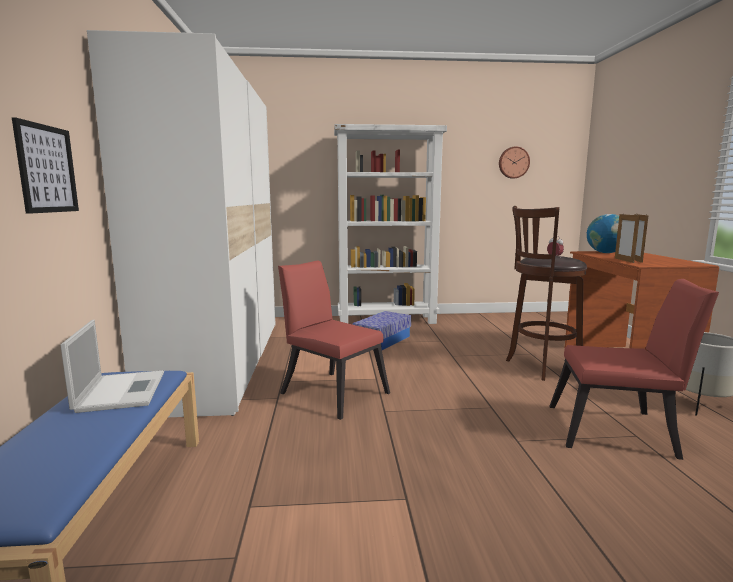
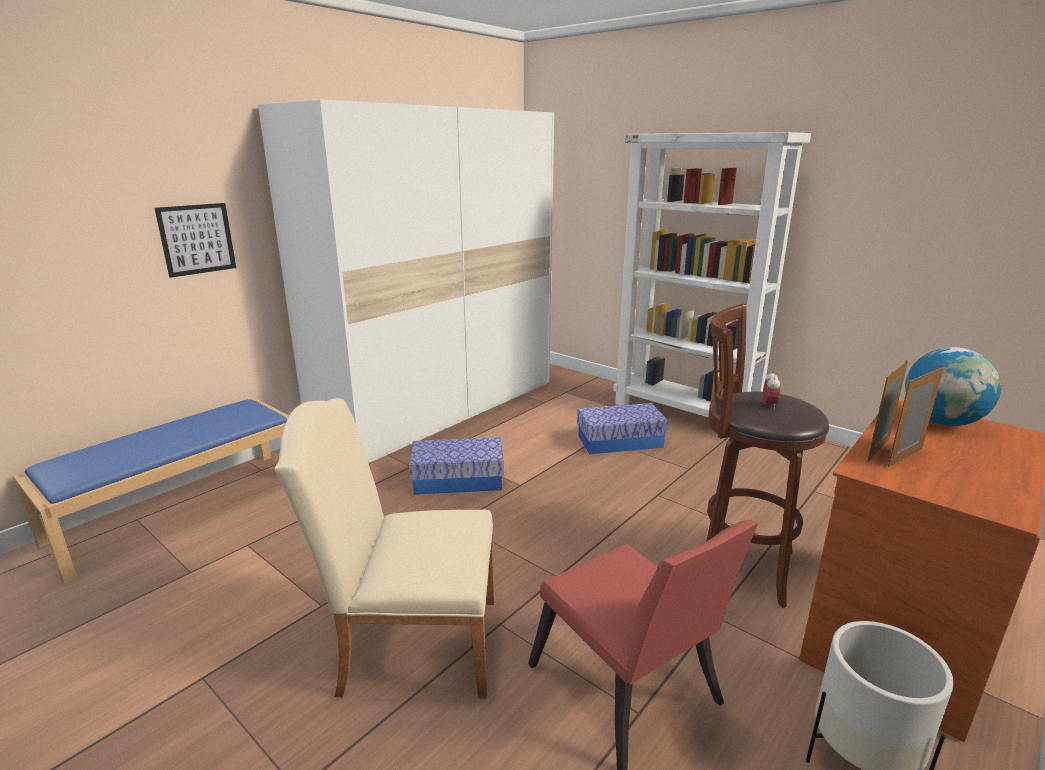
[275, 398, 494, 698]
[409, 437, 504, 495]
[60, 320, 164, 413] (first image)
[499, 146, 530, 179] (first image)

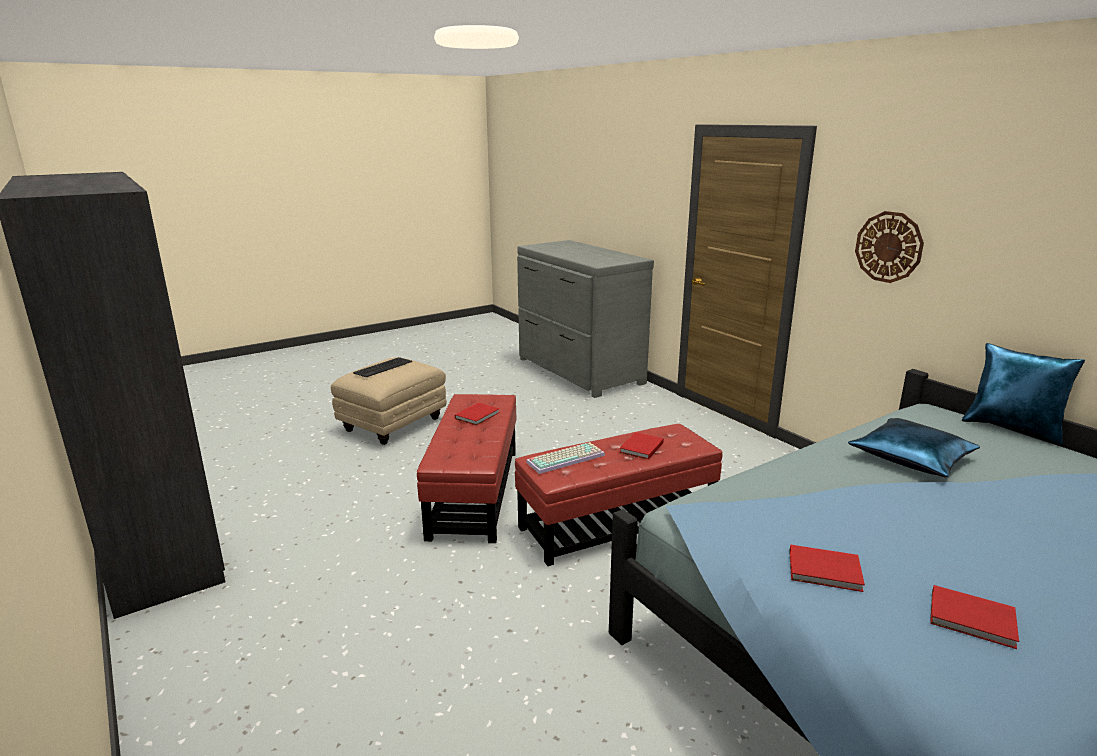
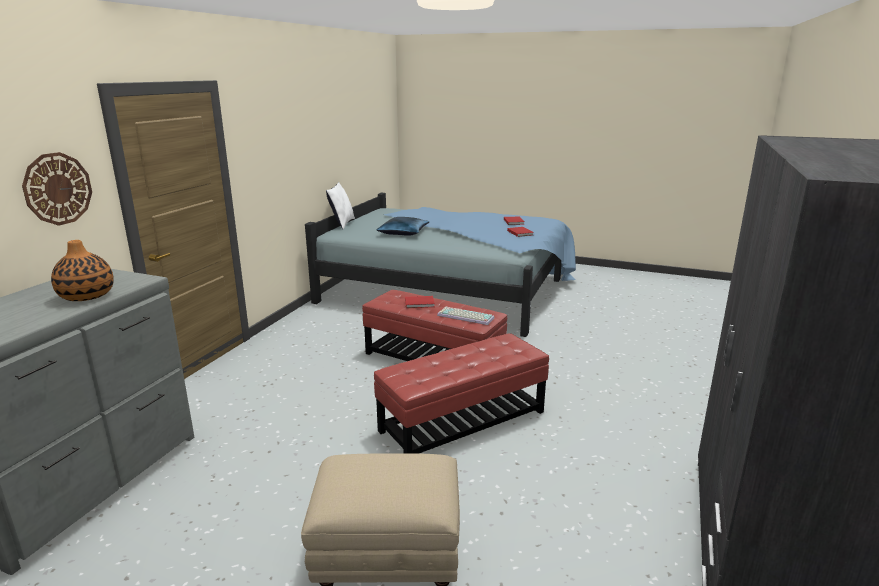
[22, 152, 92, 226]
[51, 240, 114, 301]
[326, 182, 355, 229]
[353, 357, 412, 377] (first image)
[455, 403, 500, 425] (first image)

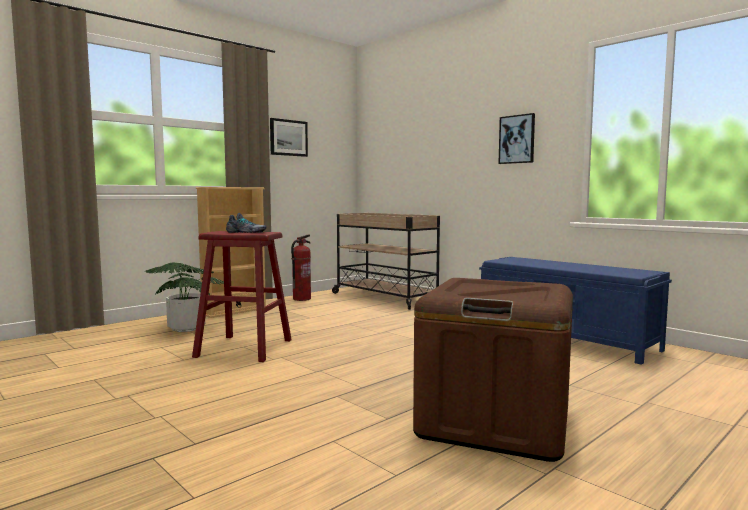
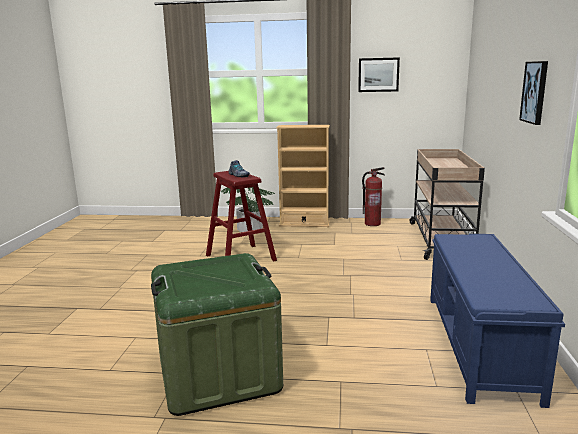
[151, 253, 283, 416]

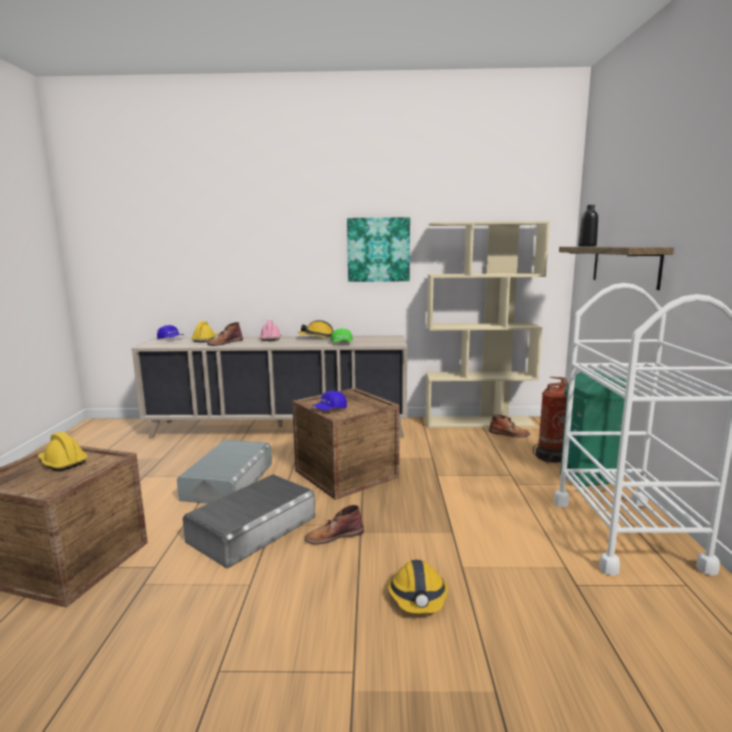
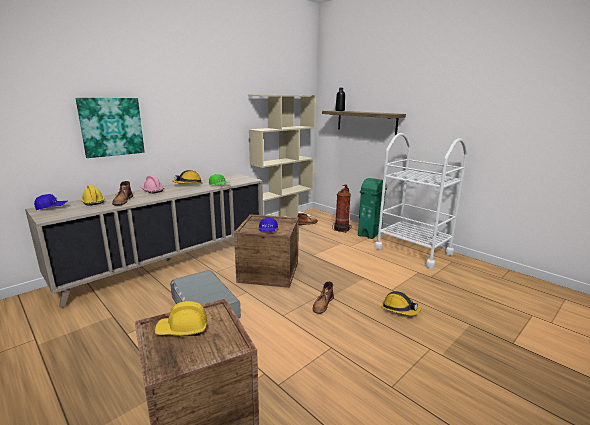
[76, 98, 145, 158]
[183, 474, 315, 569] (first image)

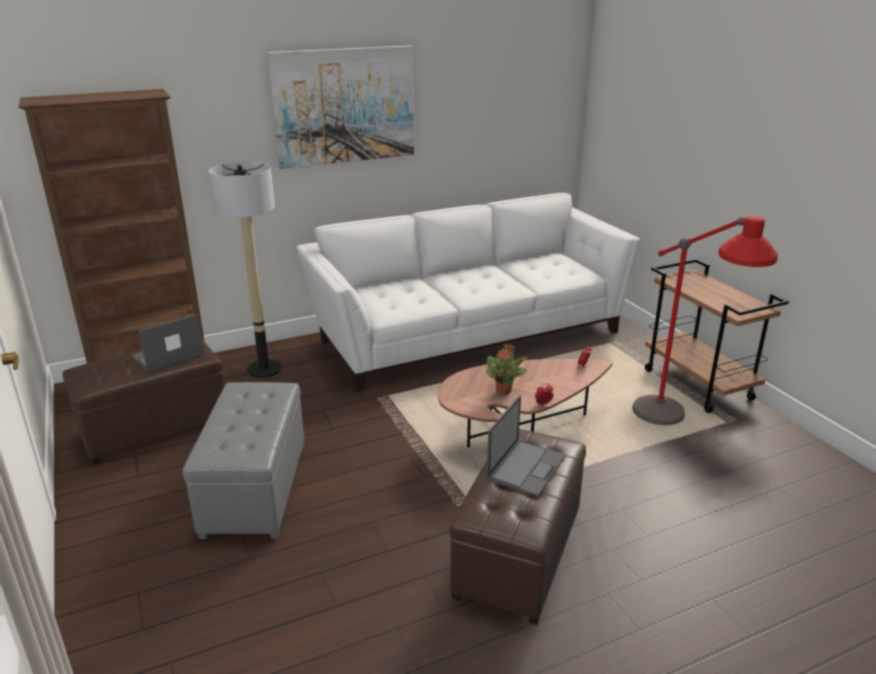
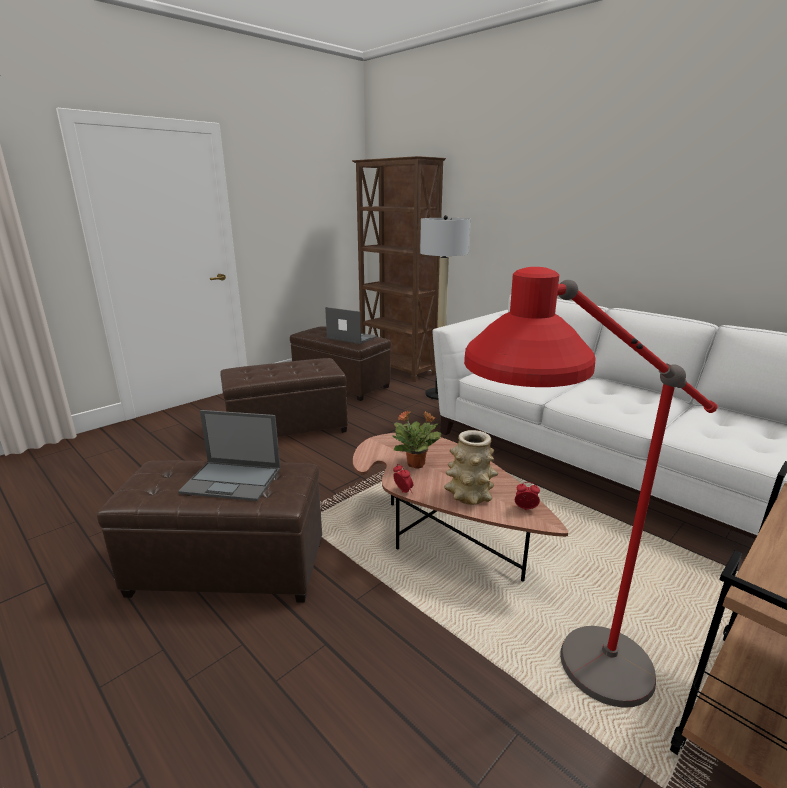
[220, 358, 348, 437]
[444, 430, 498, 505]
[268, 46, 414, 169] (first image)

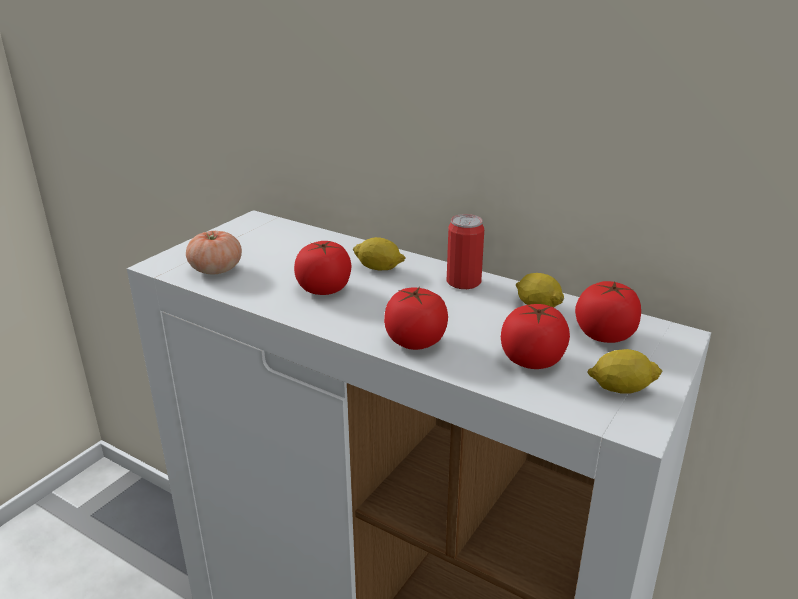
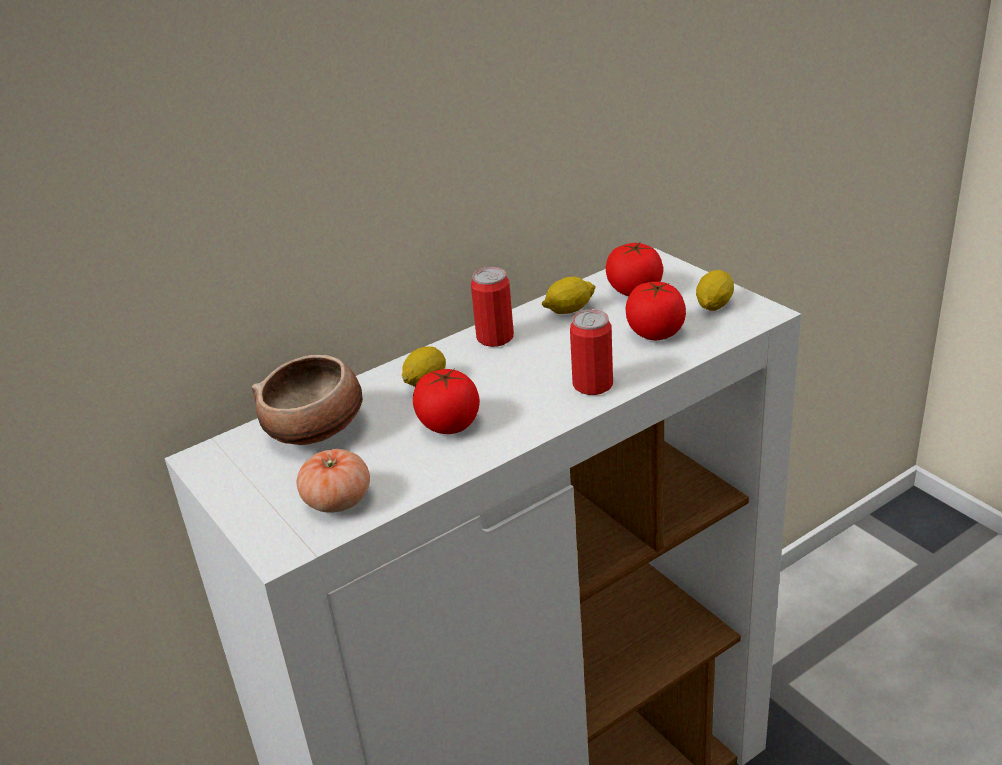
[251, 355, 363, 445]
[570, 309, 613, 395]

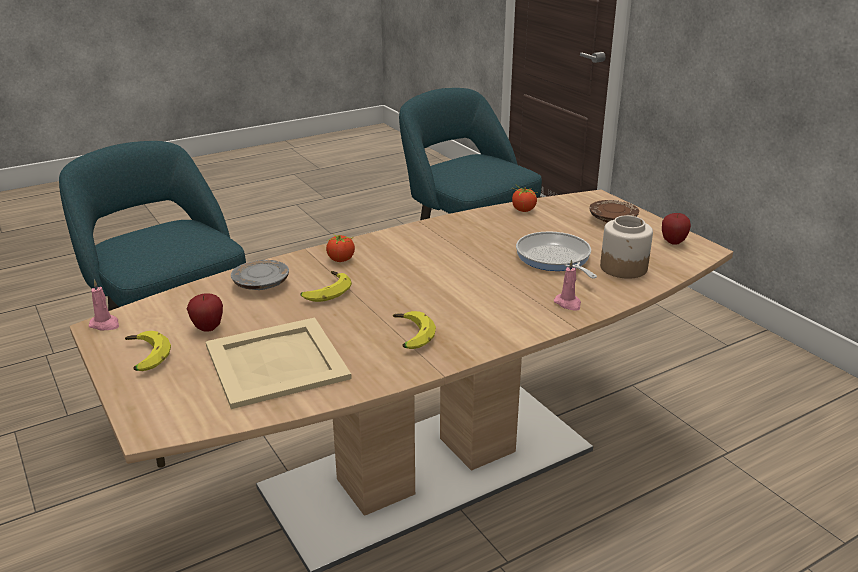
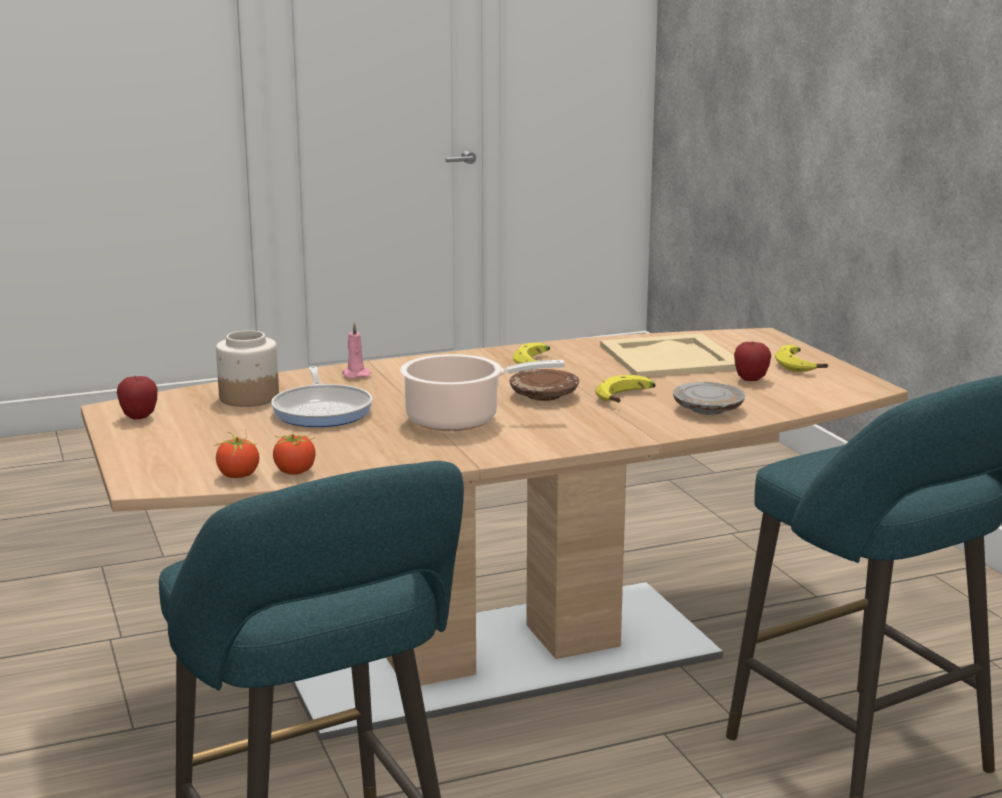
[214, 432, 259, 478]
[400, 354, 565, 431]
[509, 369, 579, 401]
[88, 279, 119, 331] (first image)

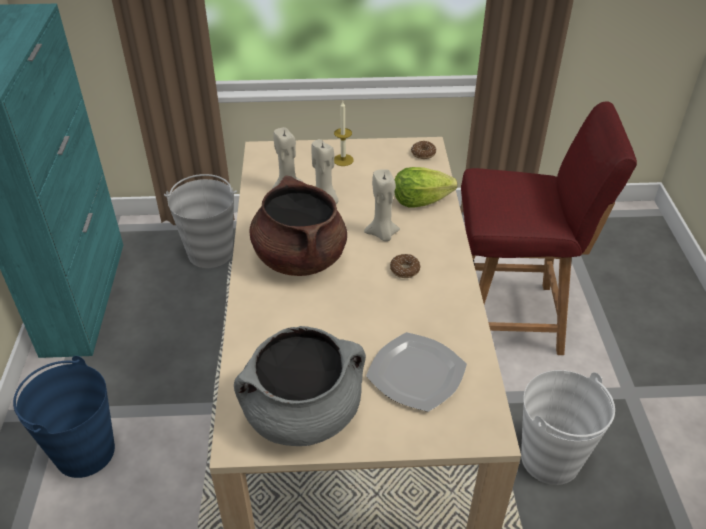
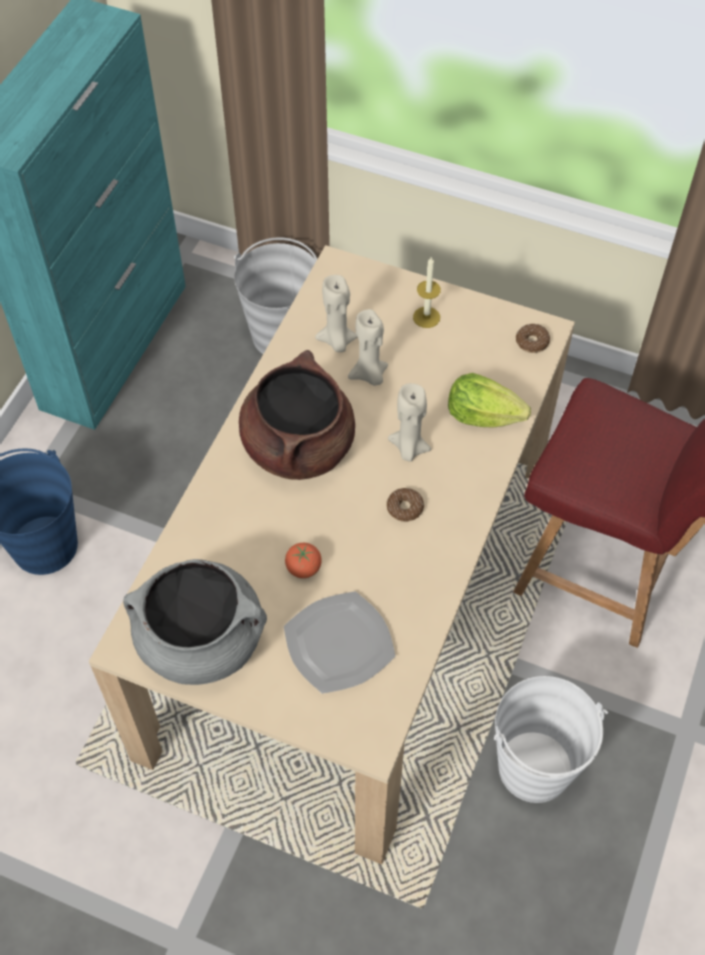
[285, 543, 322, 578]

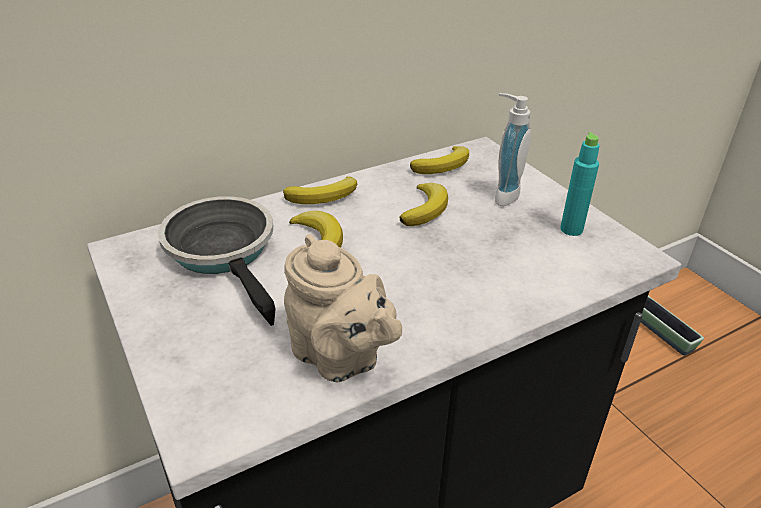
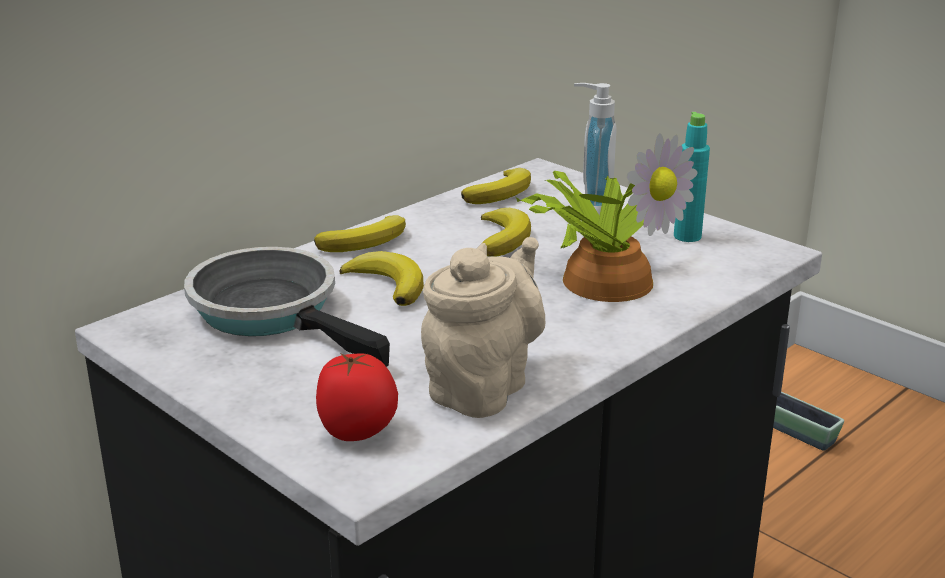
[316, 353, 398, 441]
[421, 237, 545, 418]
[516, 133, 697, 302]

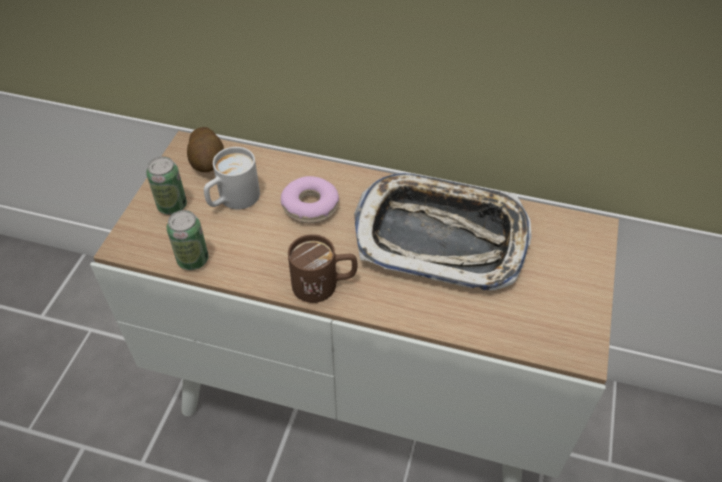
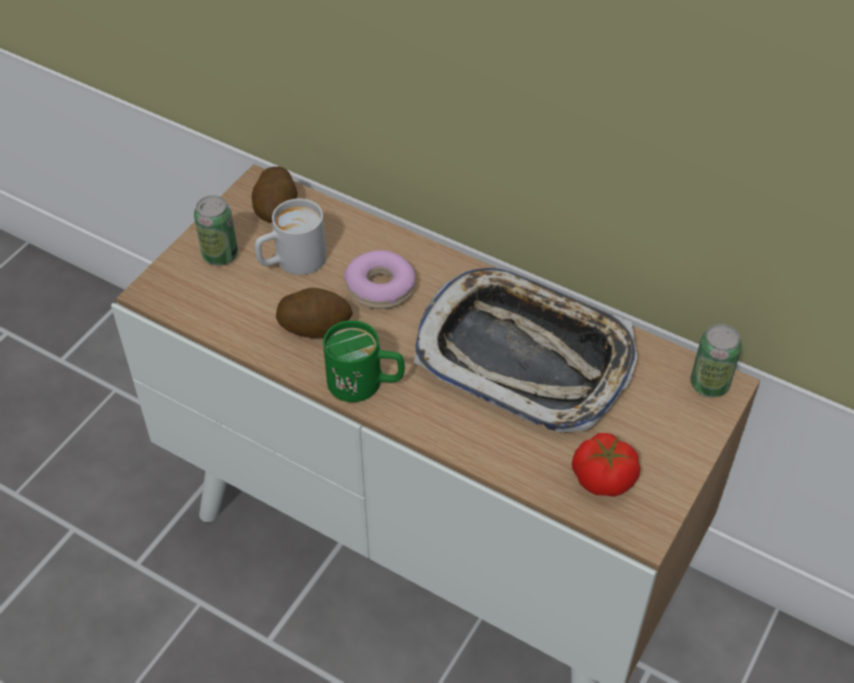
[276, 288, 353, 338]
[323, 320, 405, 402]
[572, 433, 641, 497]
[690, 324, 742, 397]

